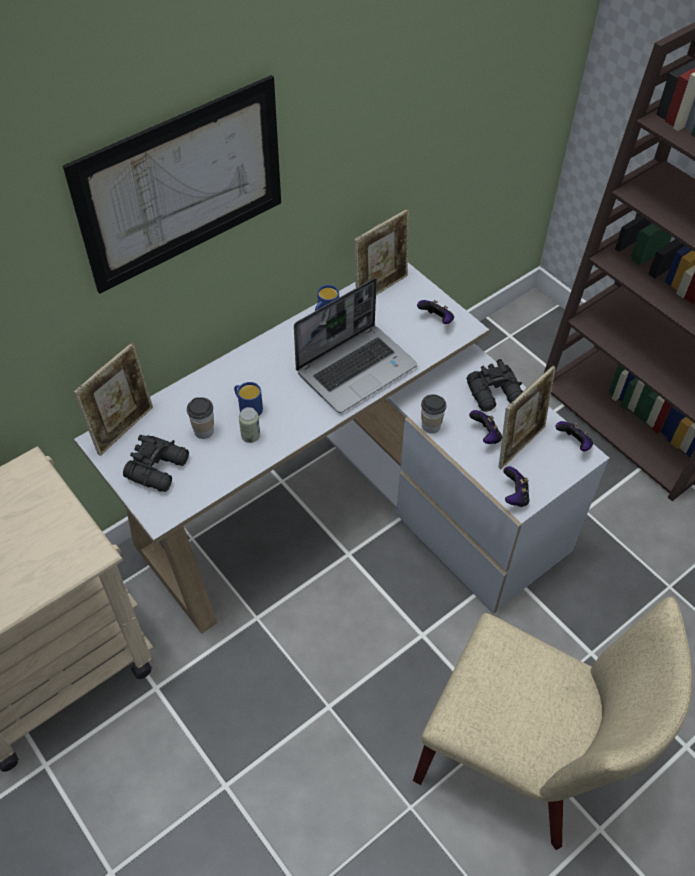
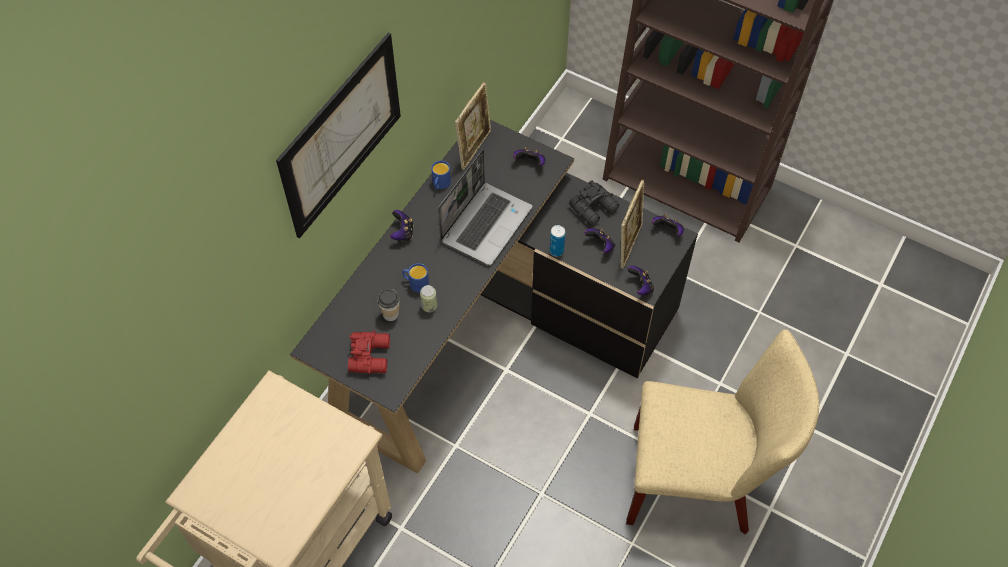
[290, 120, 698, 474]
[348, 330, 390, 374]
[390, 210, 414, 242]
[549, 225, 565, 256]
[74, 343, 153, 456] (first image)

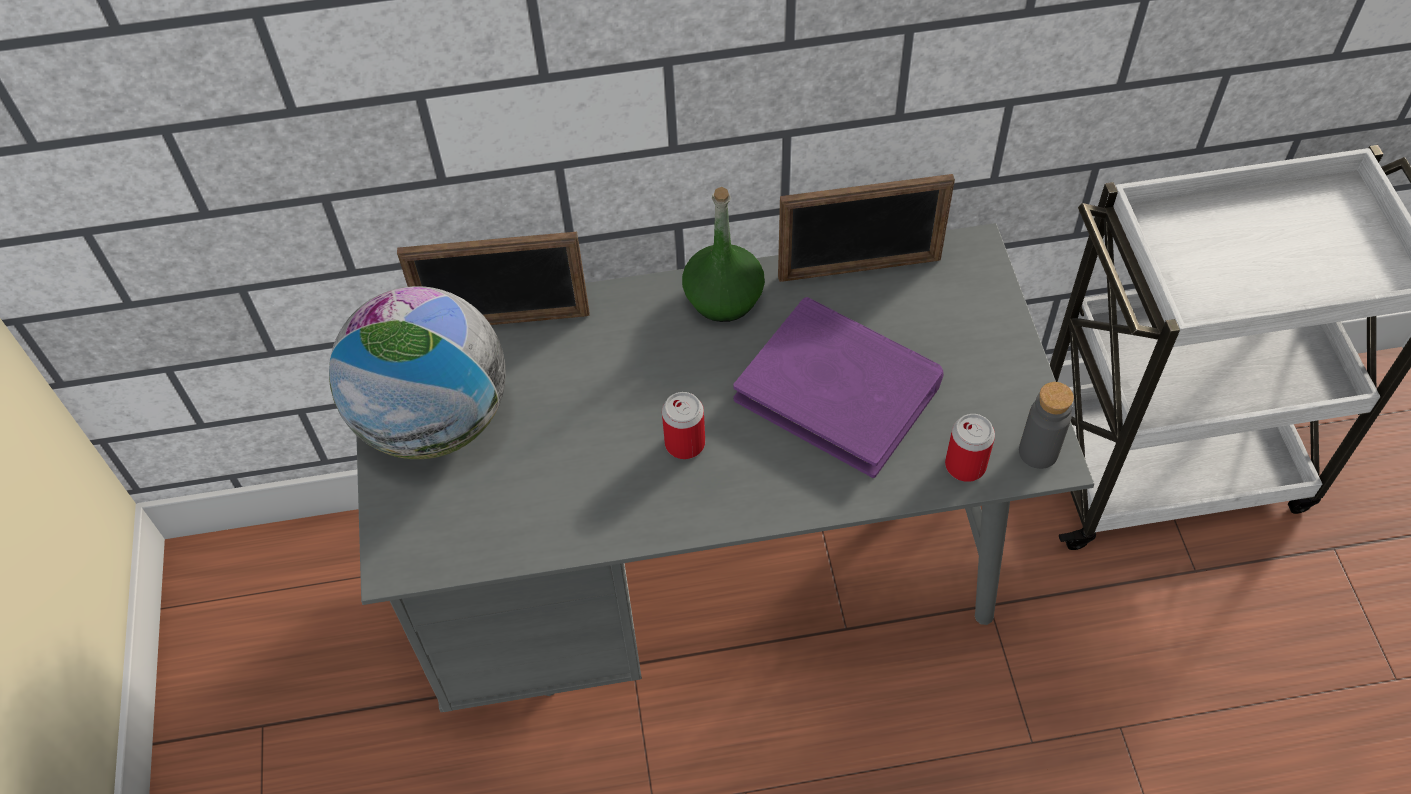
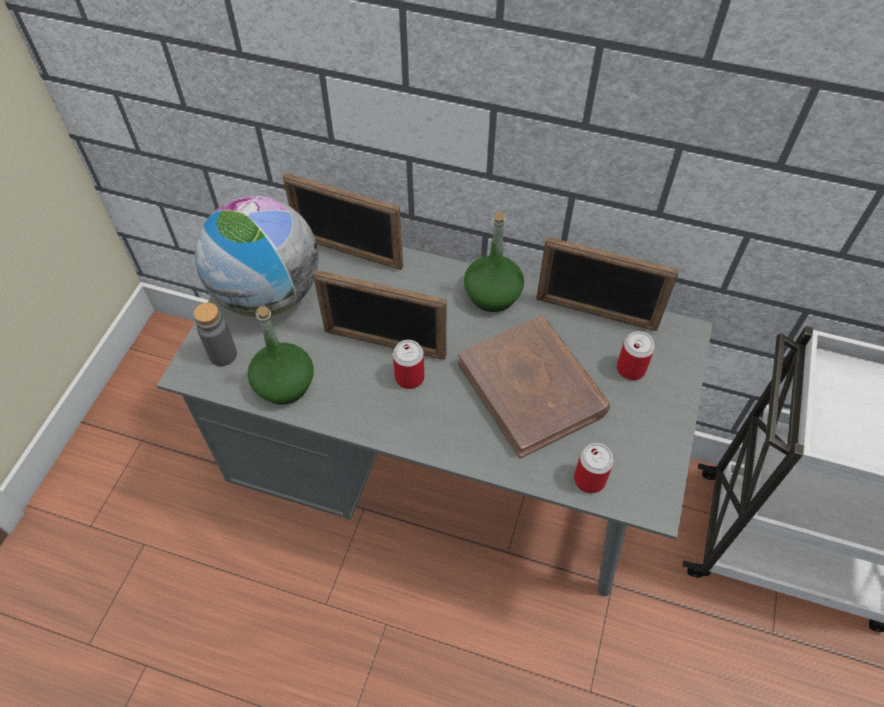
[194, 302, 237, 366]
[248, 306, 314, 405]
[313, 270, 447, 360]
[458, 316, 610, 458]
[616, 331, 655, 380]

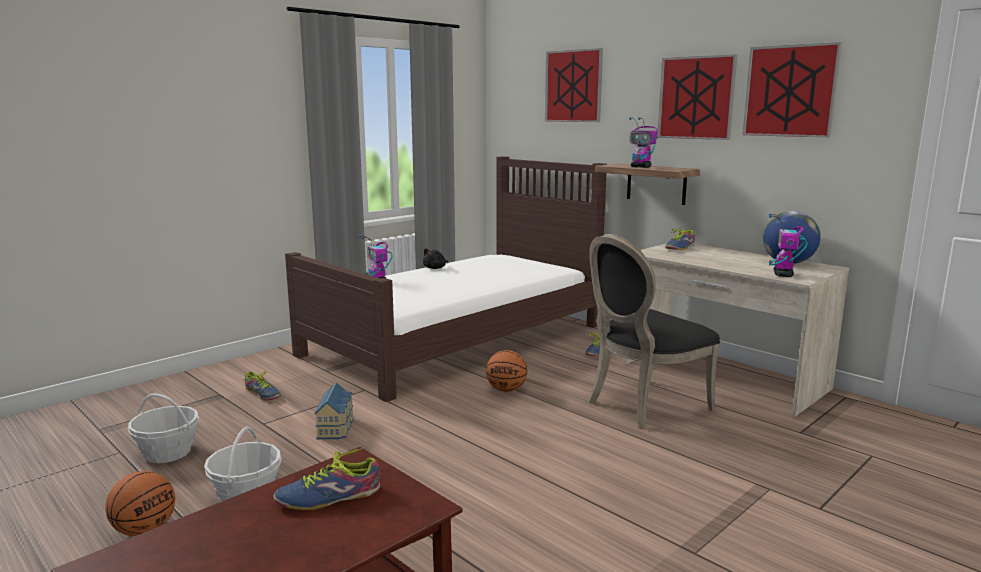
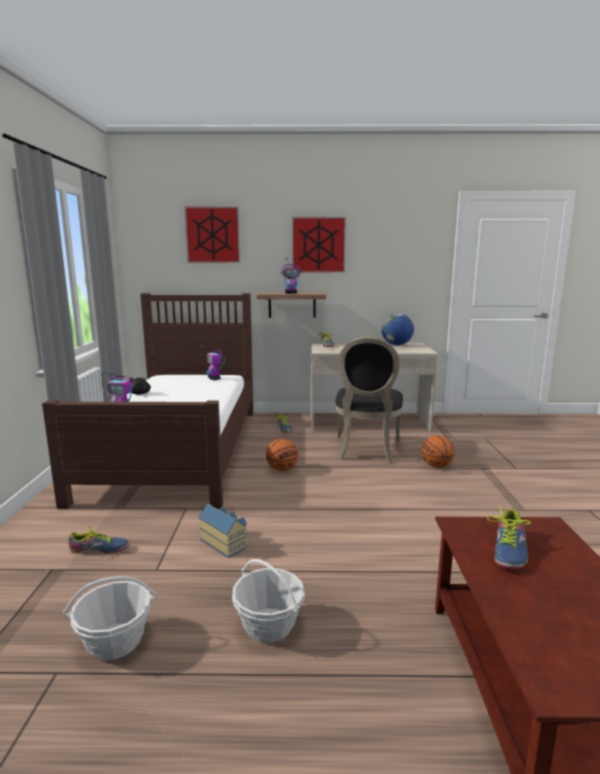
[201, 345, 225, 380]
[422, 436, 455, 468]
[742, 42, 842, 138] (first image)

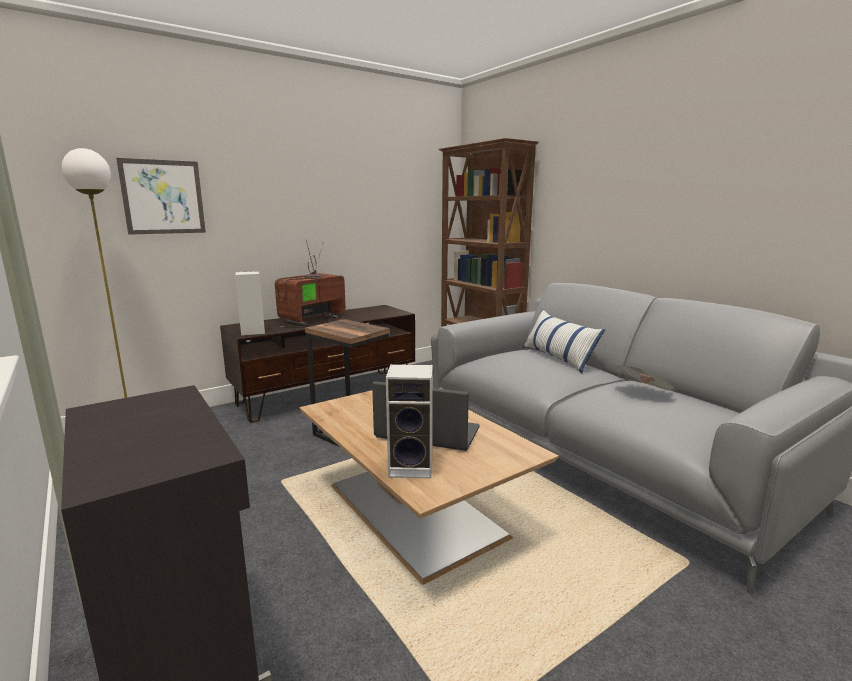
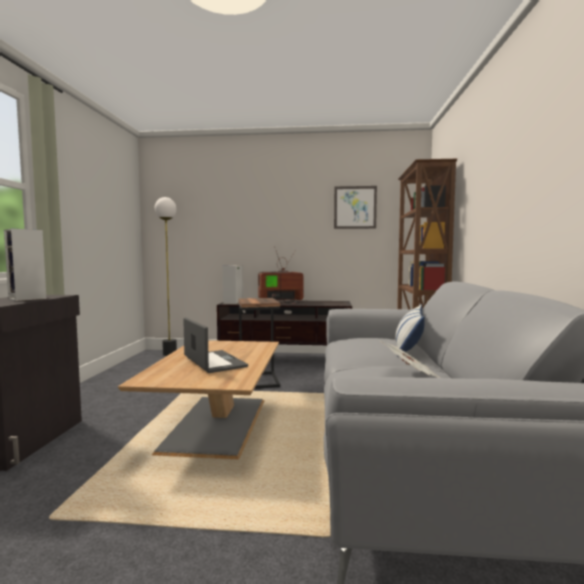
[4, 229, 47, 301]
[334, 186, 377, 229]

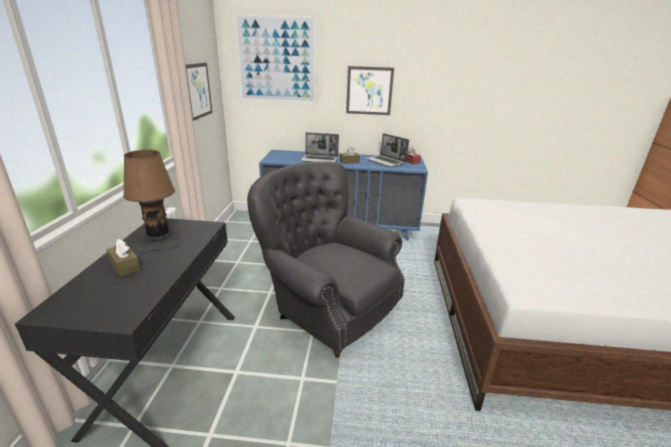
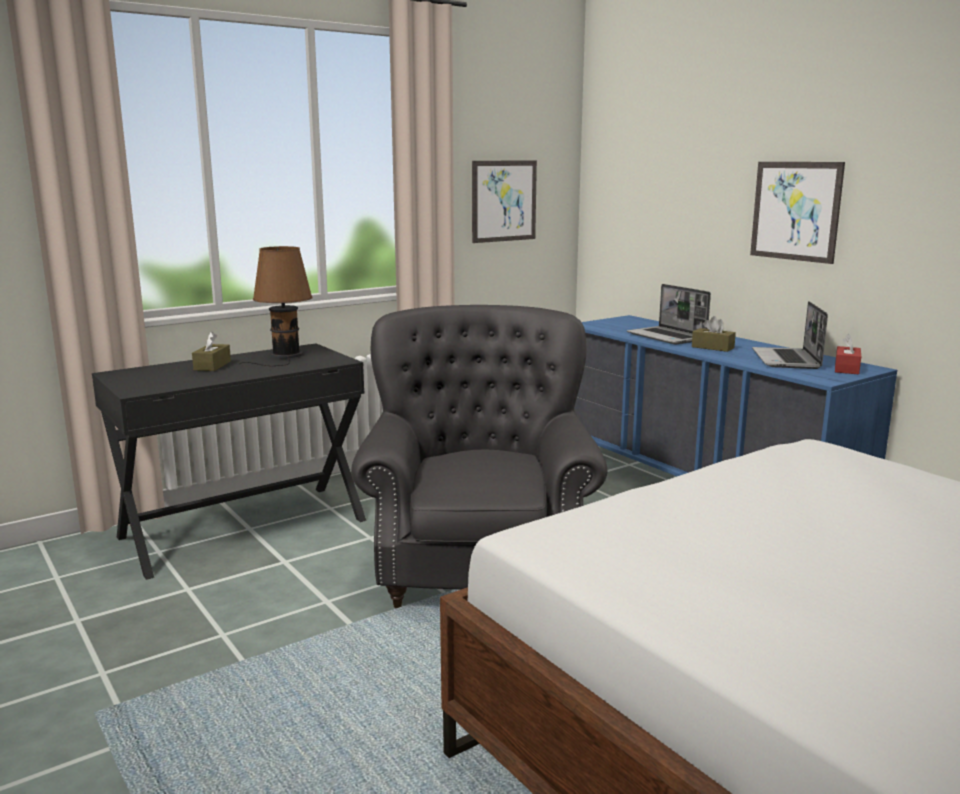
[234, 13, 317, 104] (first image)

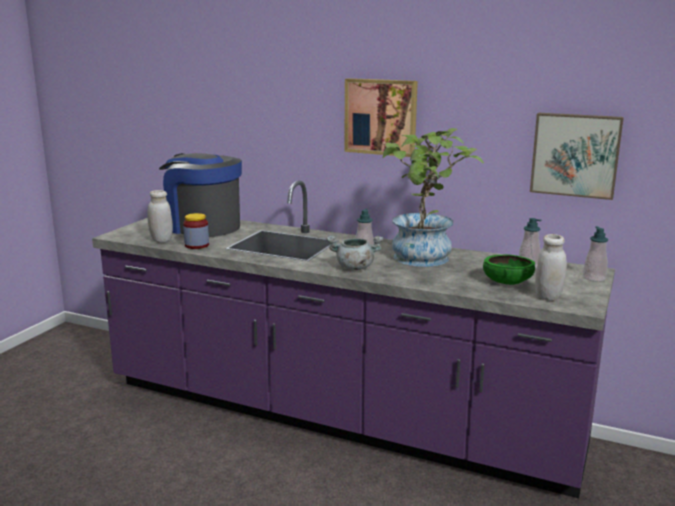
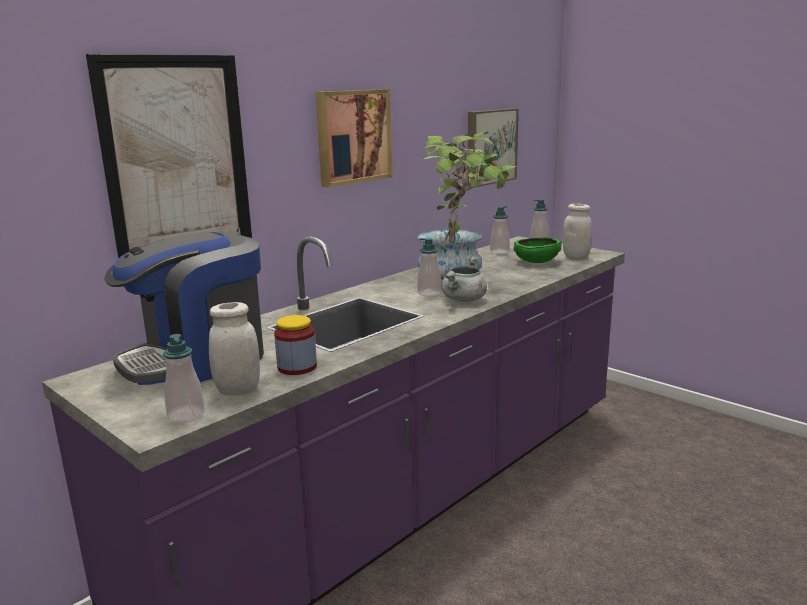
[86, 54, 252, 258]
[163, 334, 205, 423]

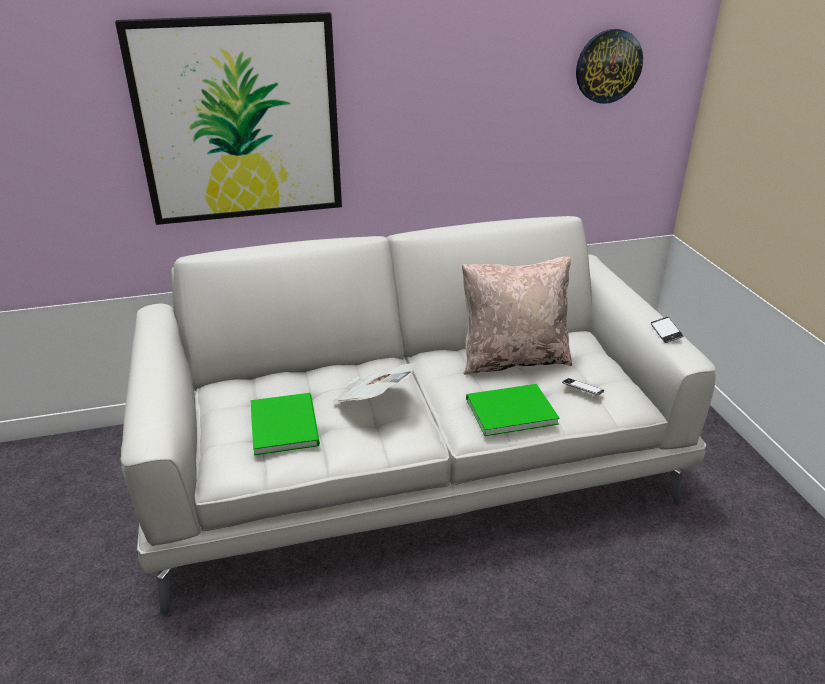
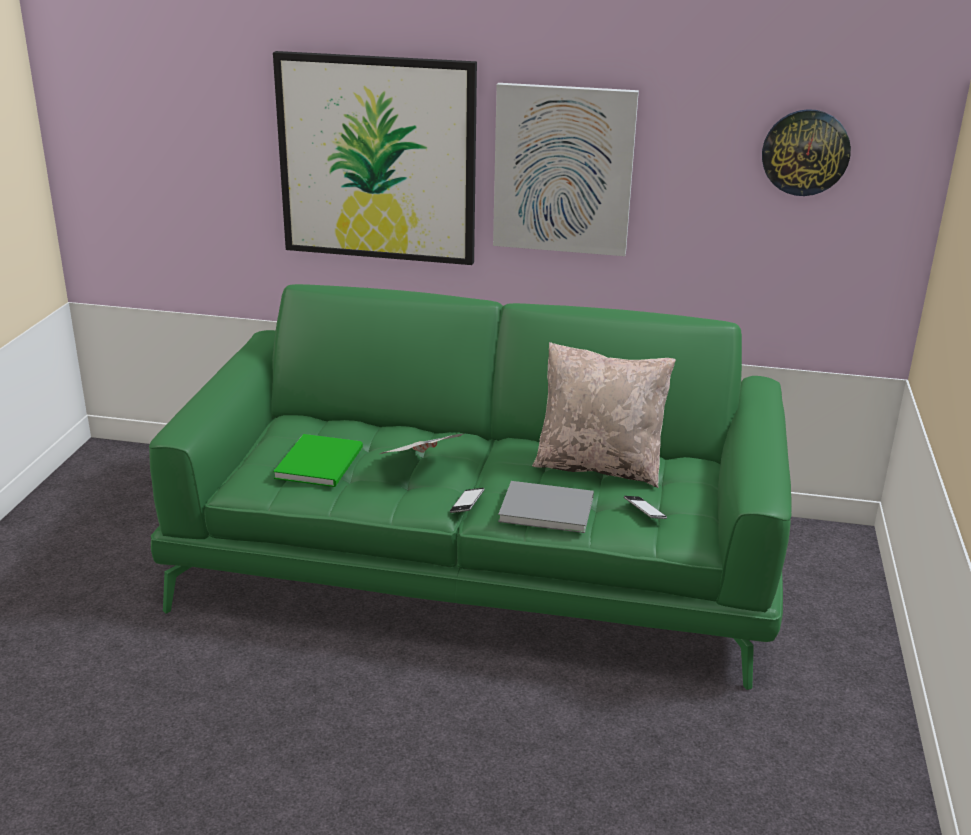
[149, 284, 792, 690]
[450, 488, 485, 513]
[493, 83, 639, 256]
[498, 481, 594, 533]

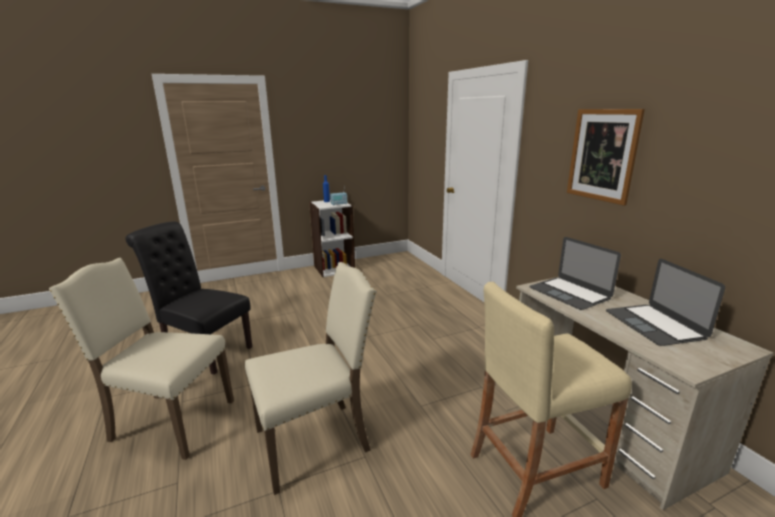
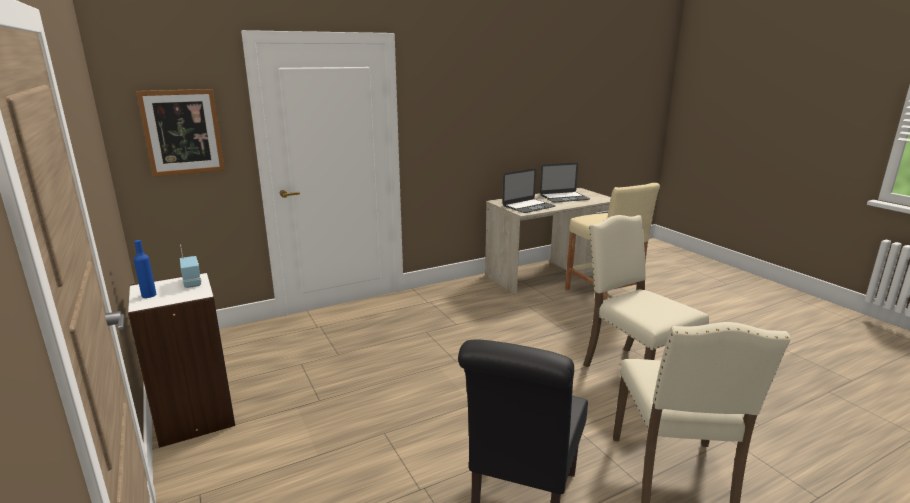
[136, 89, 225, 177]

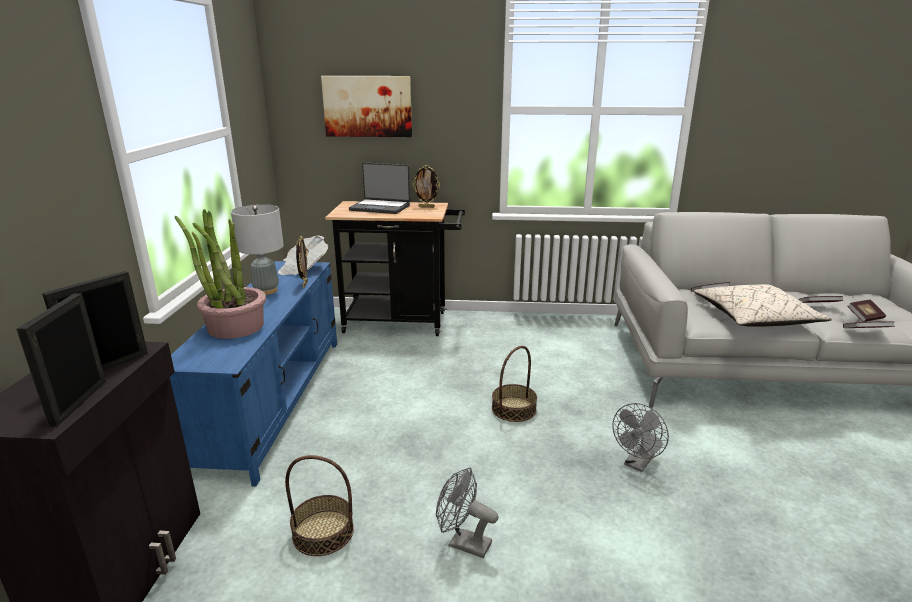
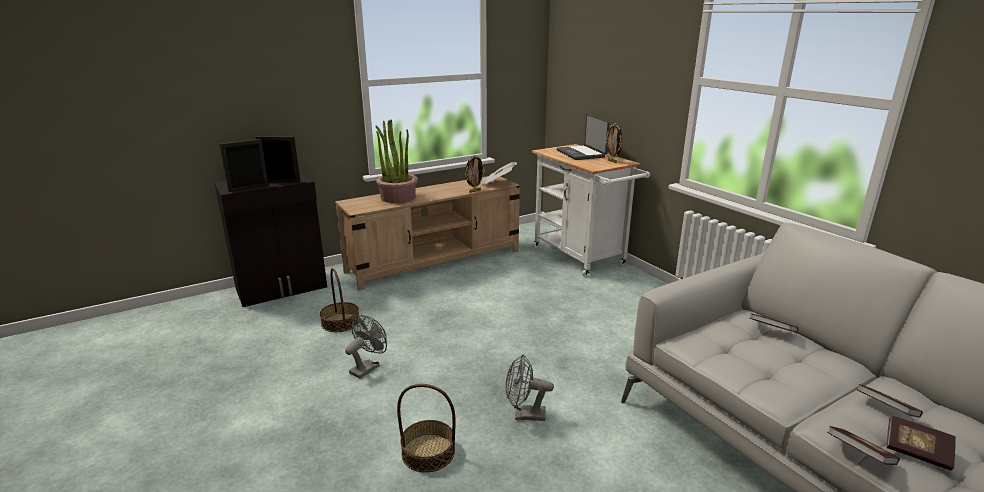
[335, 176, 520, 291]
[345, 315, 387, 378]
[397, 384, 455, 473]
[532, 144, 650, 276]
[231, 204, 284, 295] (first image)
[321, 76, 412, 137] (first image)
[693, 284, 832, 327] (first image)

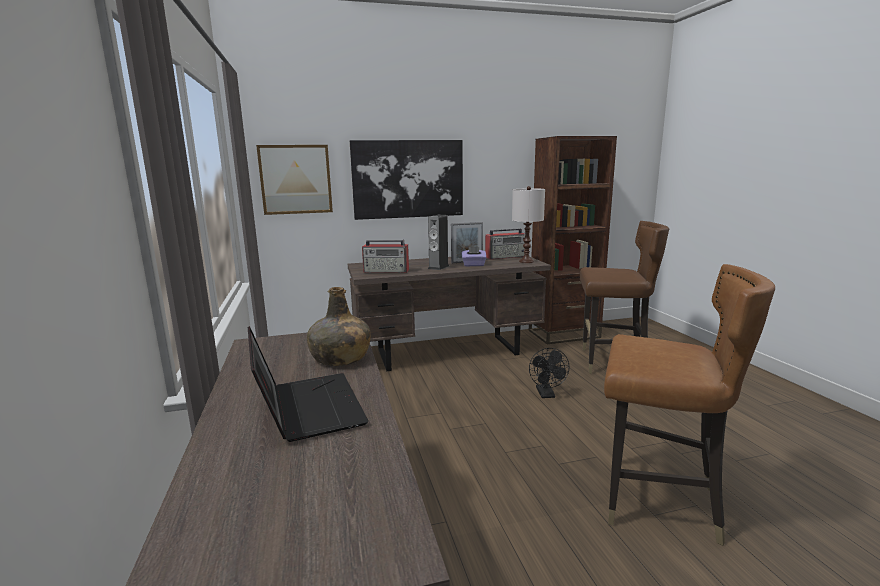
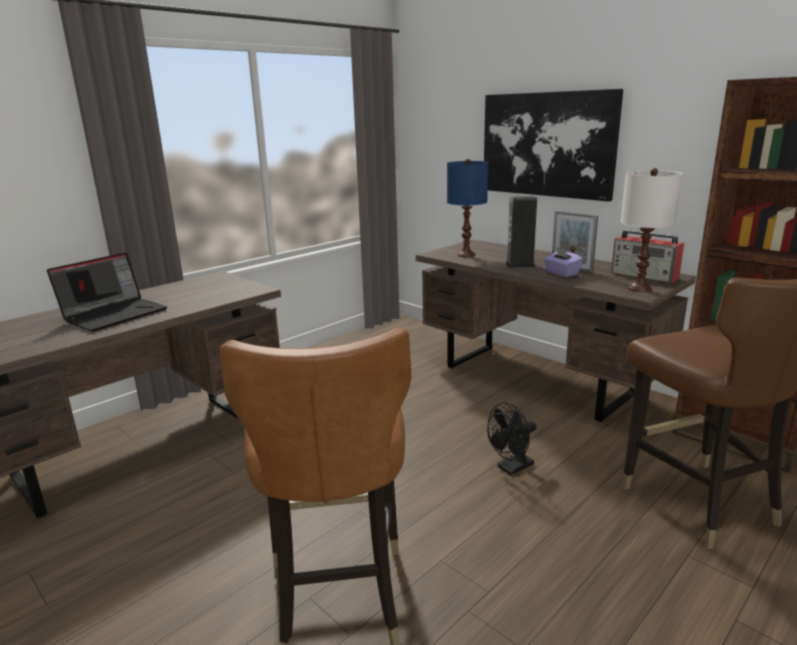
[447, 159, 488, 257]
[256, 145, 333, 215] (first image)
[307, 287, 371, 366] (first image)

